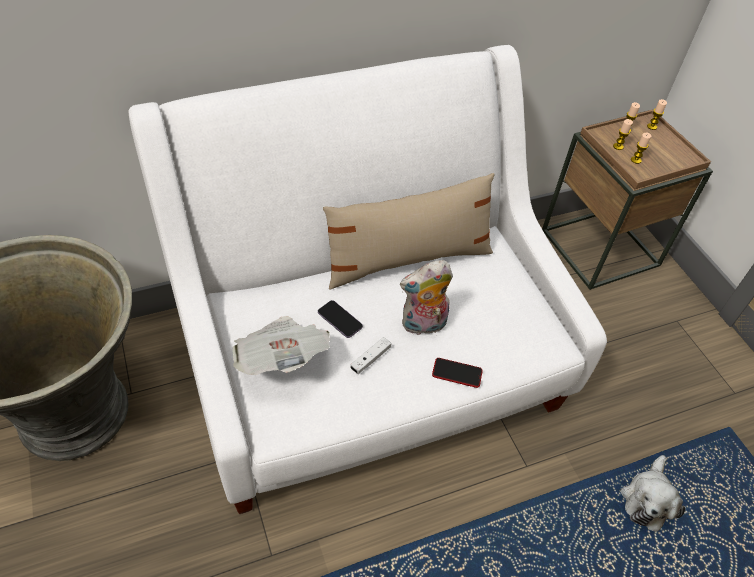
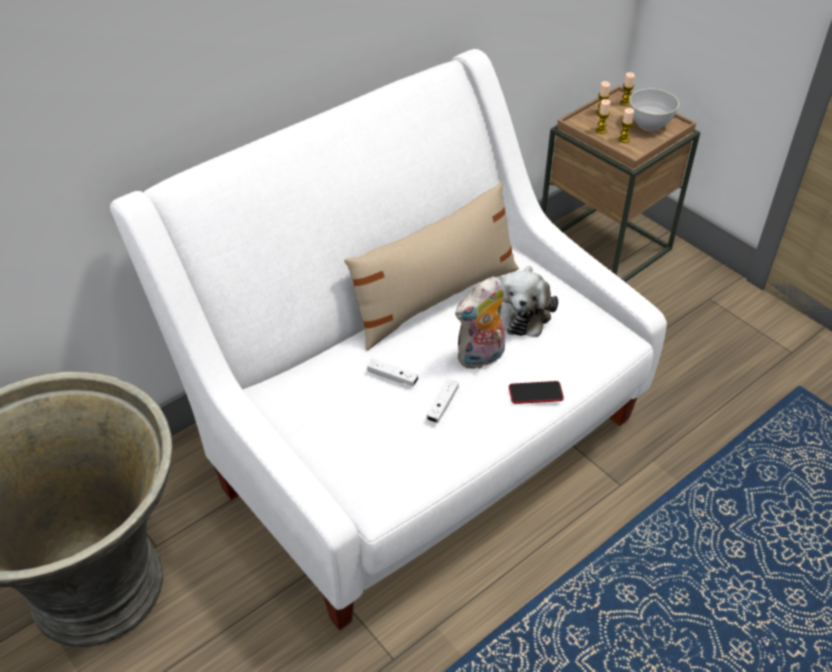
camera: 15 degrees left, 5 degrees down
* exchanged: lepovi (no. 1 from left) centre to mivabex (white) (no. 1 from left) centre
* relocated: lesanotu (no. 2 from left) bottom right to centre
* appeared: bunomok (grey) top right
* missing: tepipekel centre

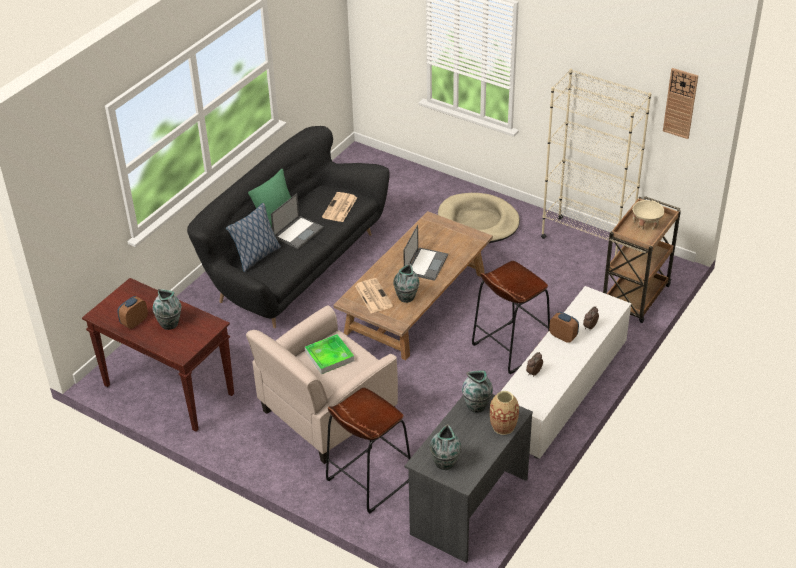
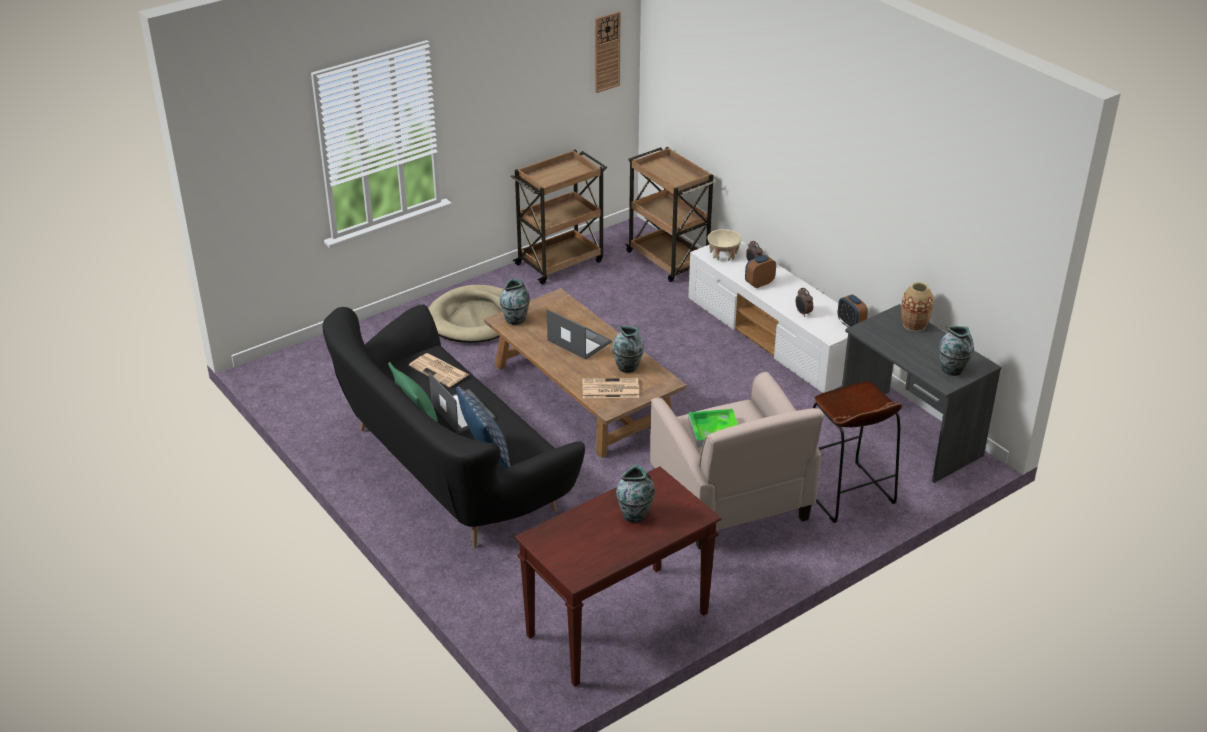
camera: 70 degrees left, 5 degrees down
* relocated: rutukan (no. 4 from left in the first image) bottom centre to rutukan (no. 1 from left) centre
* exchanged: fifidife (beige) top right to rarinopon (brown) (no. 1 from left) top centre
* relocated: bunomok (beige) middle right to centre
* relocated: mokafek (no. 1 from left in the first image) middle left to mokafek (no. 4 from left) middle right
* missing: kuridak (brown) (no. 2 from left) centre

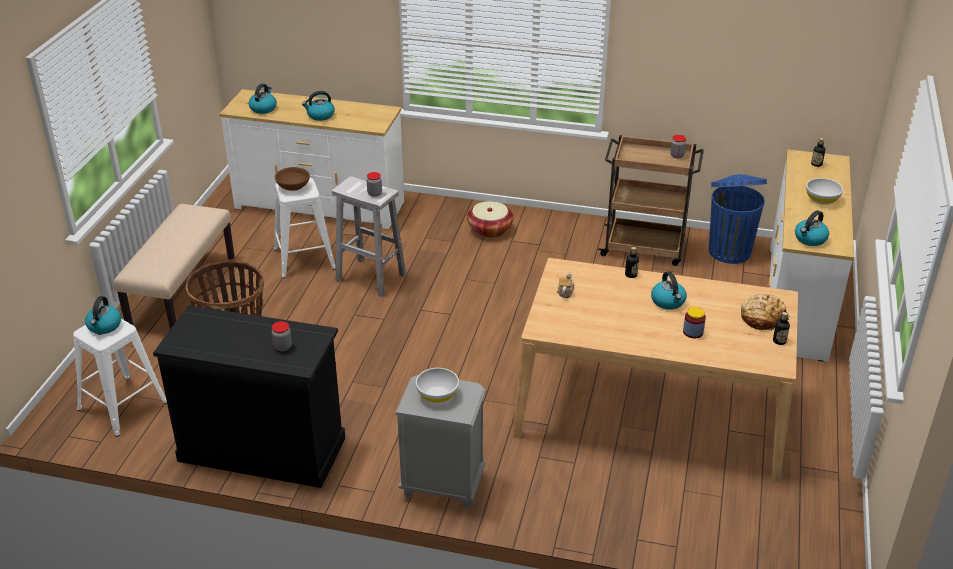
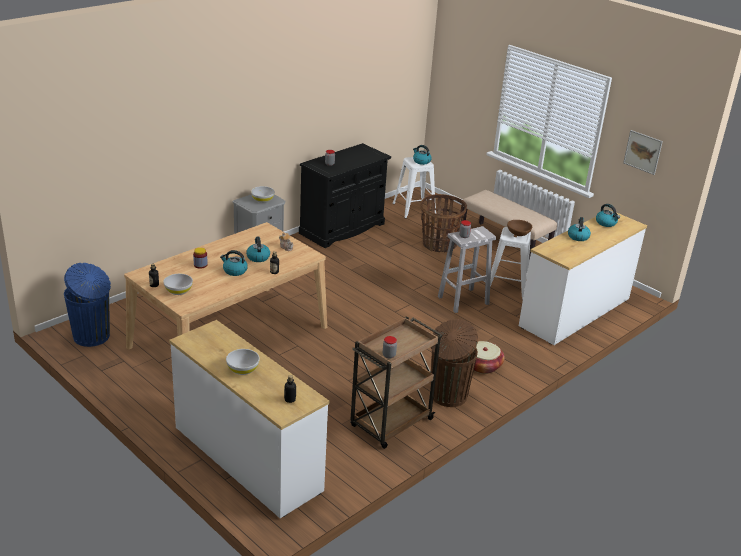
camera: 120 degrees right, 5 degrees down
* relocated: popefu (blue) middle right to middle left
* exchanged: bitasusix middle right to bunomok (white) (no. 1 from left) middle left
* relocated: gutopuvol (no. 5 from left in the first image) middle right to gutopuvol (no. 2 from left) centre
* appeared: popefu (brown) centre
* appeared: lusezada top right

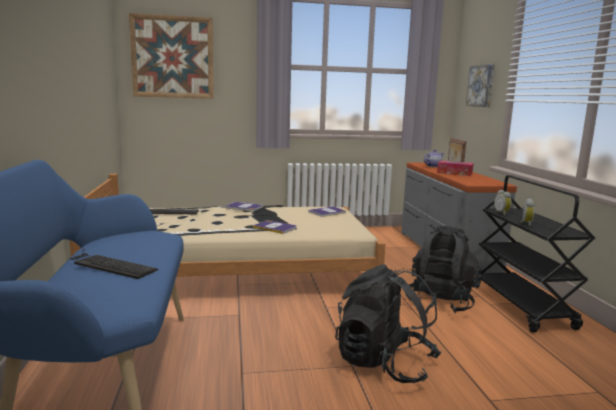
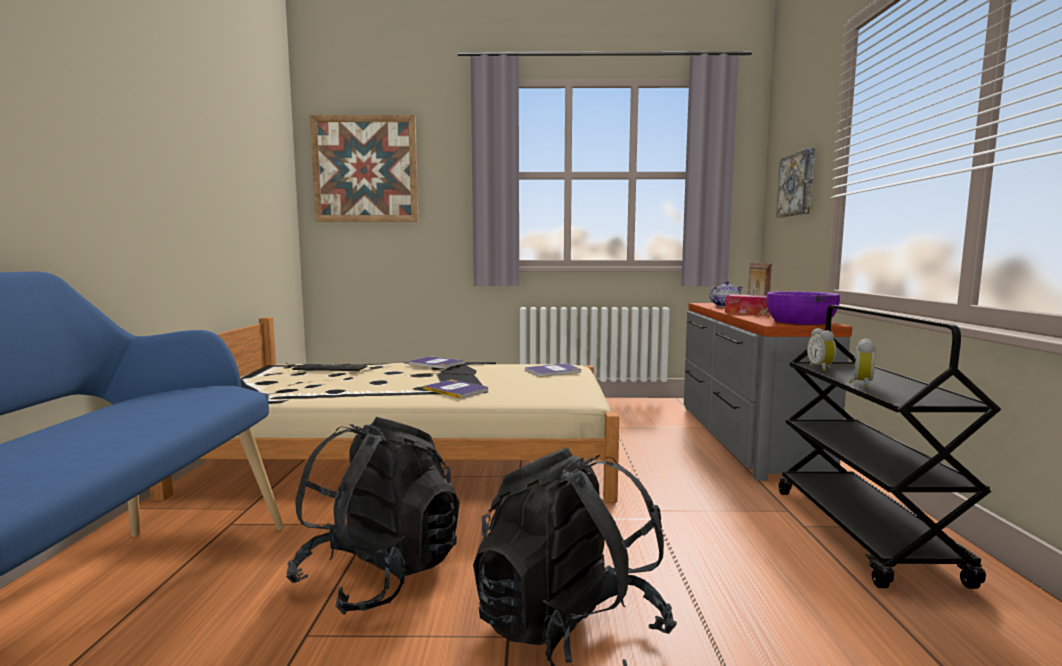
camera: 10 degrees right, 5 degrees down
* relocated: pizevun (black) (no. 2 from left in the first image) middle right to pizevun (black) (no. 1 from left) bottom centre
* appeared: bunomok (purple) middle right
* missing: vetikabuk (no. 1 from left) middle left

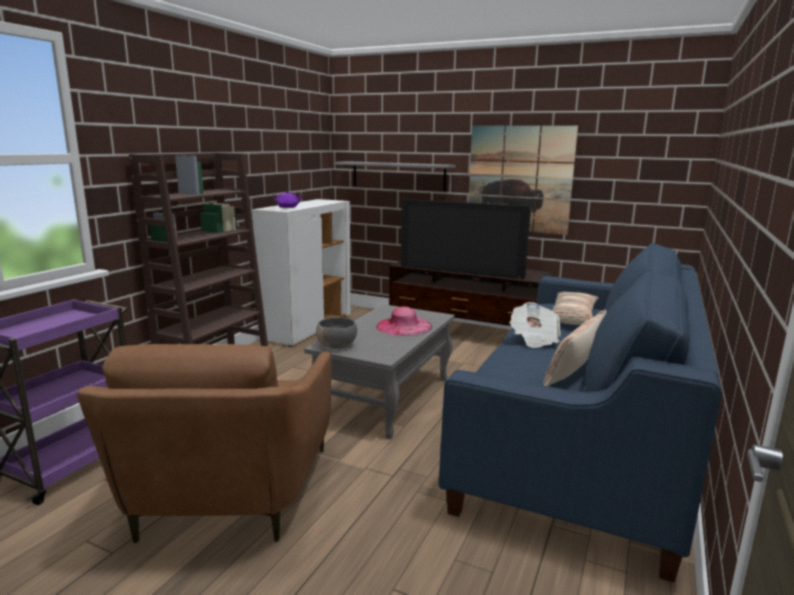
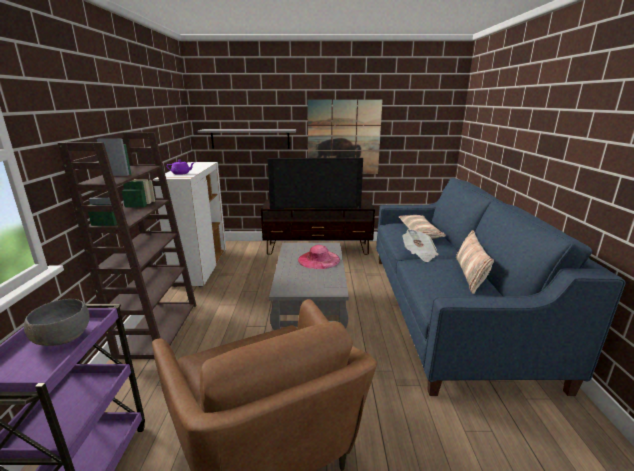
camera: 25 degrees left, 5 degrees up
* relocated: bunomok (grey) centre to bottom left

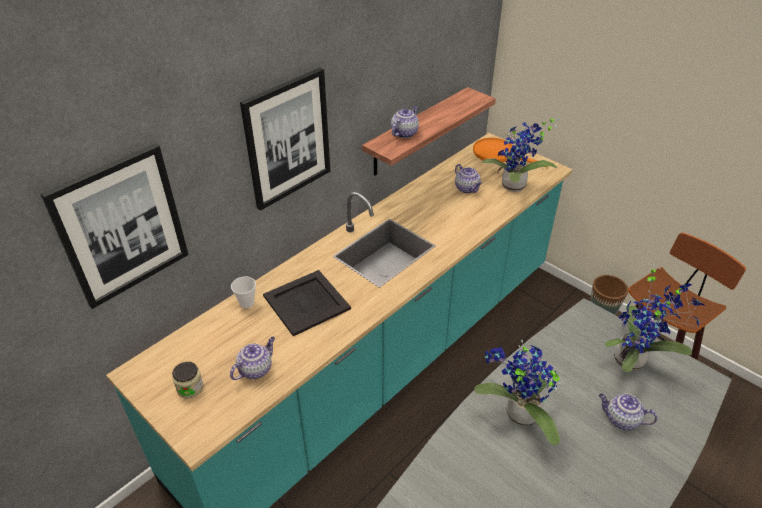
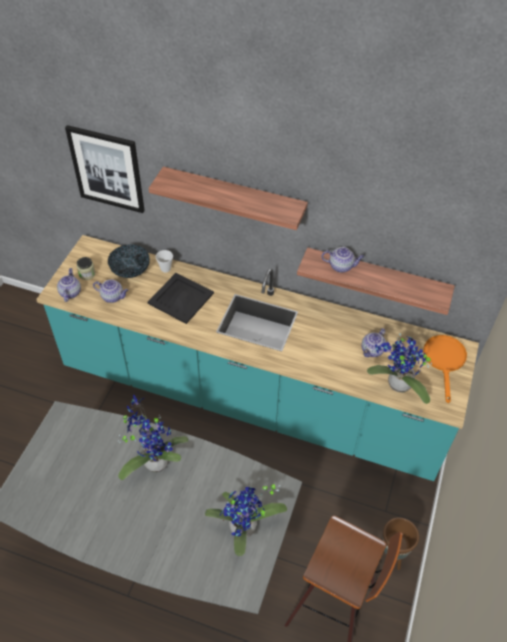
camera: 65 degrees right, 10 degrees up
* relocated: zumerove (no. 4 from left in the first image) bottom right to zumerove (no. 1 from left) middle left
* appeared: bunomok middle left
* exchanged: lusezada (no. 2 from left) top centre to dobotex (no. 1 from left) top centre

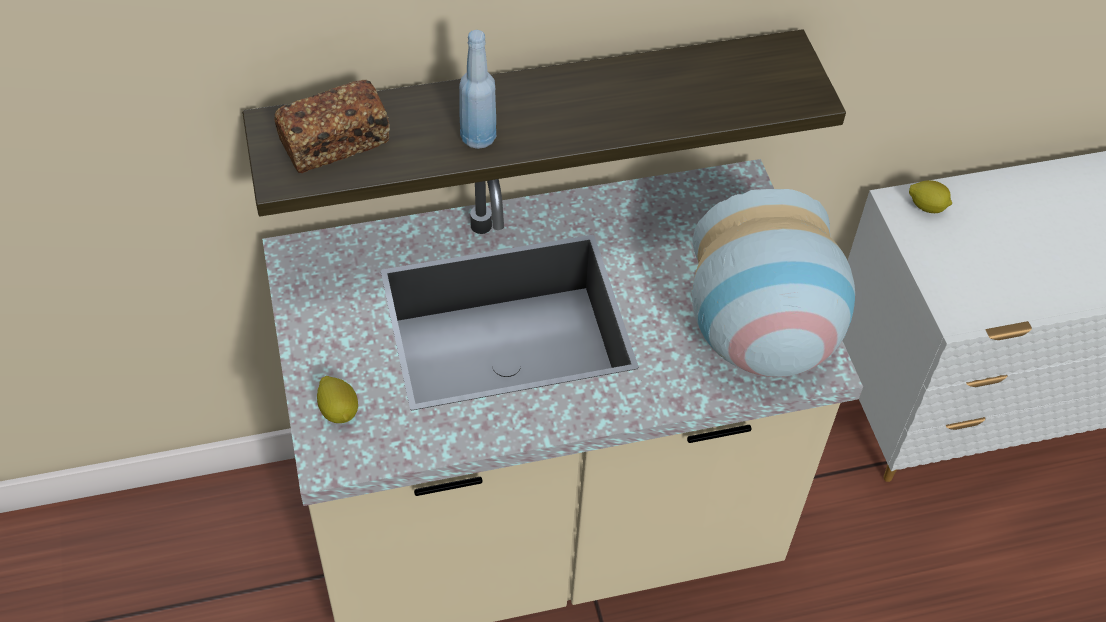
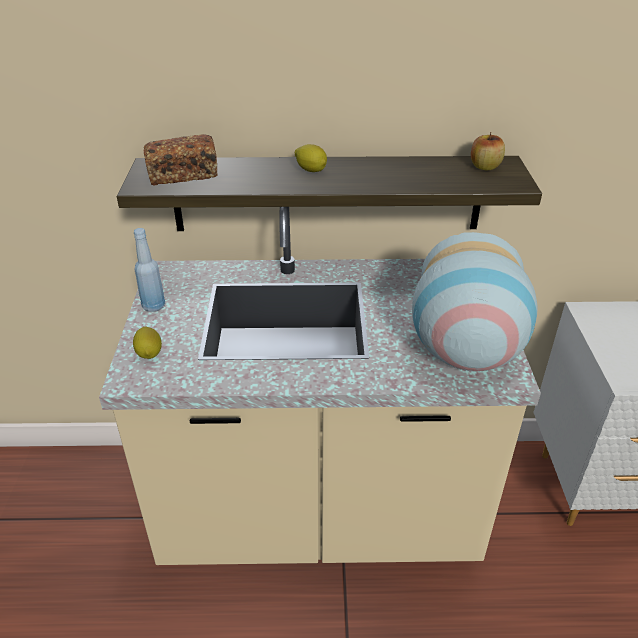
camera: 15 degrees right, 15 degrees down
* relocated: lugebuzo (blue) top centre to middle left
* relocated: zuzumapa (no. 2 from left) top right to top centre
* appeared: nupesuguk top right

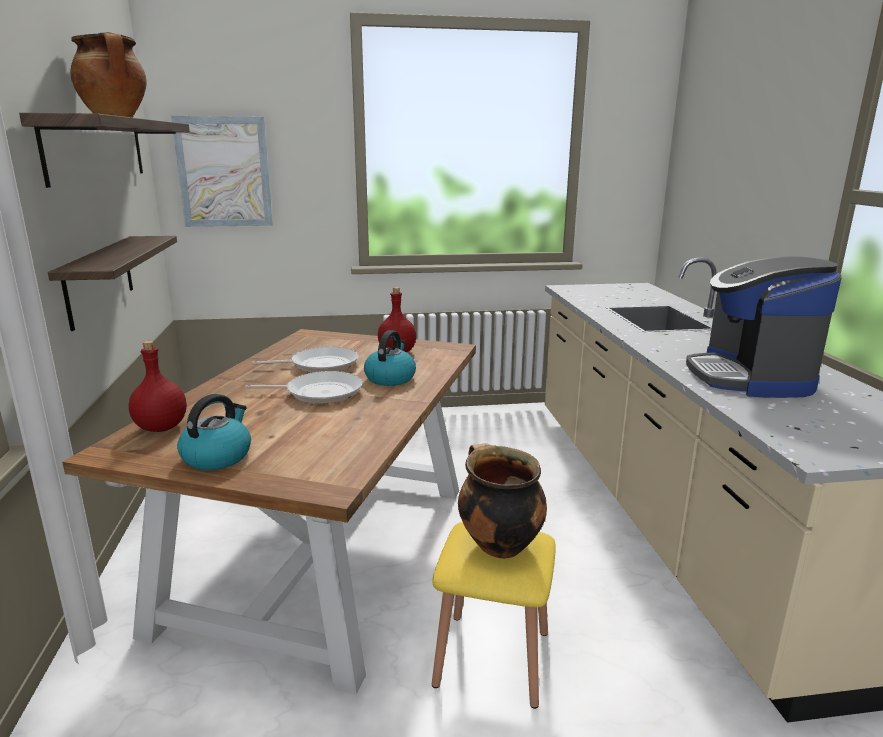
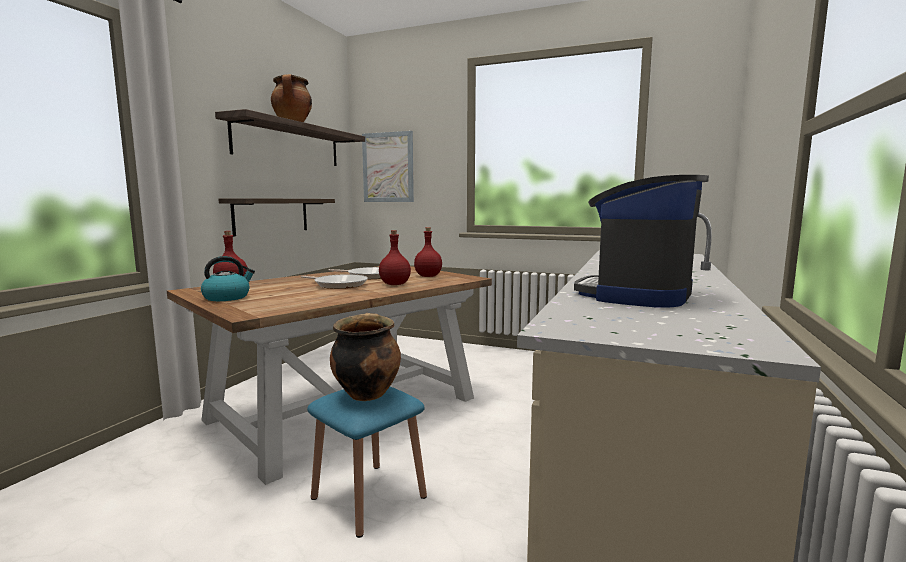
camera: 30 degrees right, 10 degrees down
* colour: kuridak (yellow) bottom centre to kuridak (blue) bottom centre
* exchanged: gutopuvol (no. 2 from left) centre to lugebuzo (red) (no. 2 from left) centre

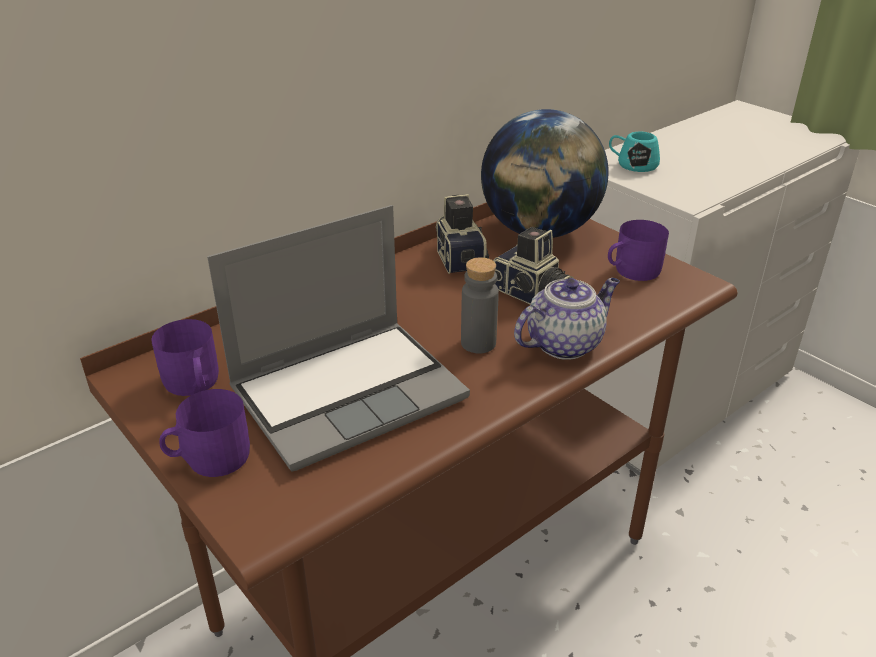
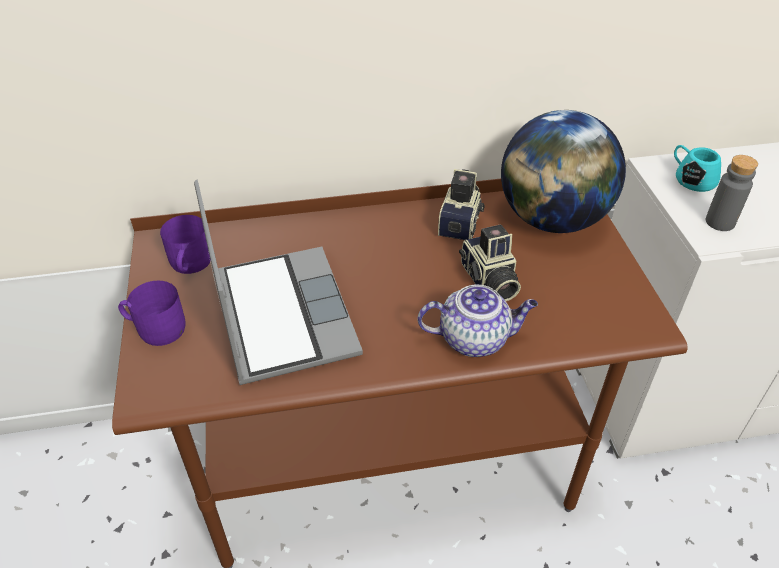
camera: 30 degrees right, 10 degrees up
* spun: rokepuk centre = centre 105 degrees counterclockwise
* relocated: lugebuzo (grey) centre to middle right
* missing: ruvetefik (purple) (no. 3 from left) middle right

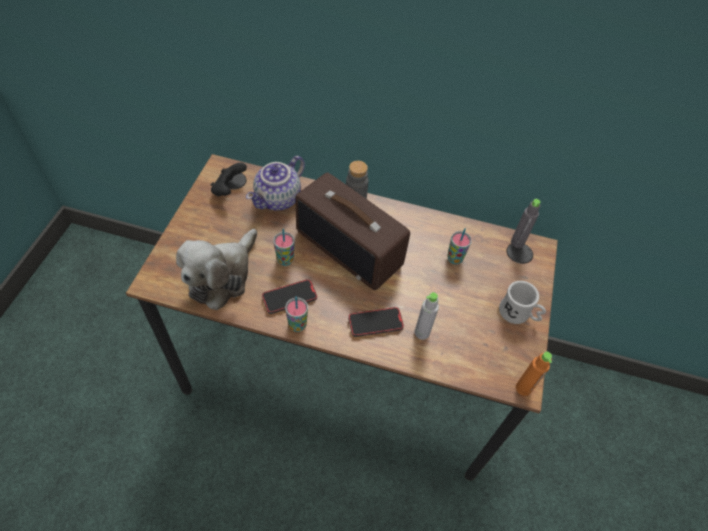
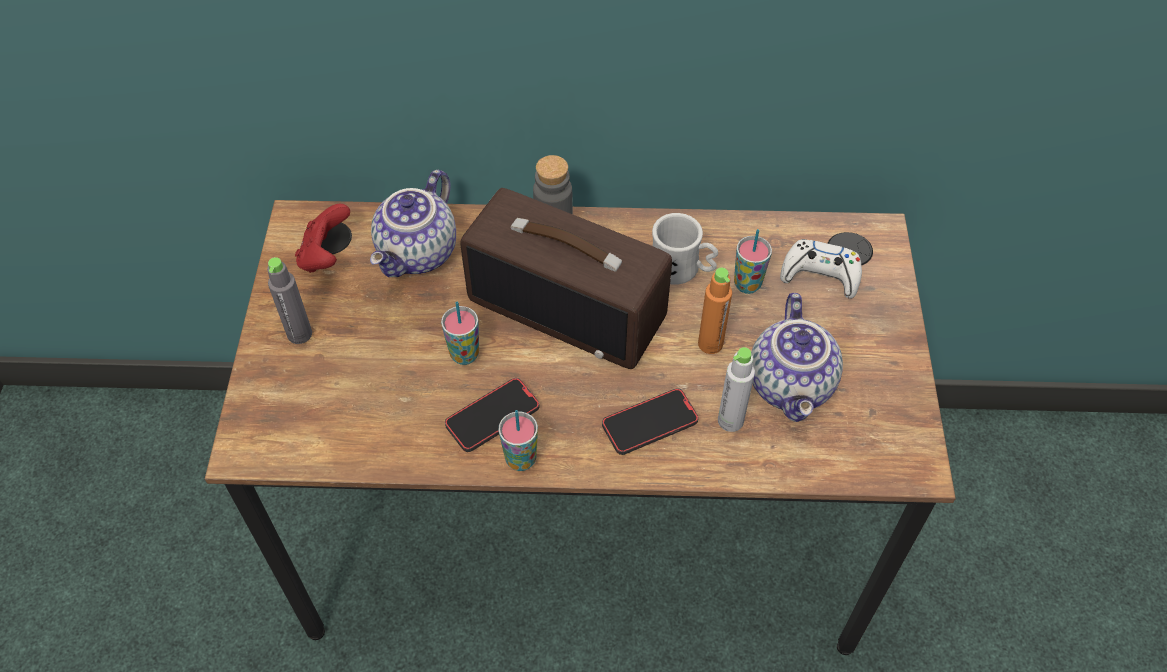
camera: 10 degrees left, 0 degrees up
* relocated: lugebuzo (grey) (no. 3 from left in the first image) middle right to lugebuzo (grey) (no. 1 from left) middle left
* colour: mivabex (black) middle left to mivabex (red) middle left
* relocated: ruvetefik (white) middle right to centre
* relocated: lugebuzo (orange) bottom right to centre
* appeared: zumerove (no. 2 from left) middle right
* appeared: mivabex (white) middle right
* missing: lesanotu middle left

